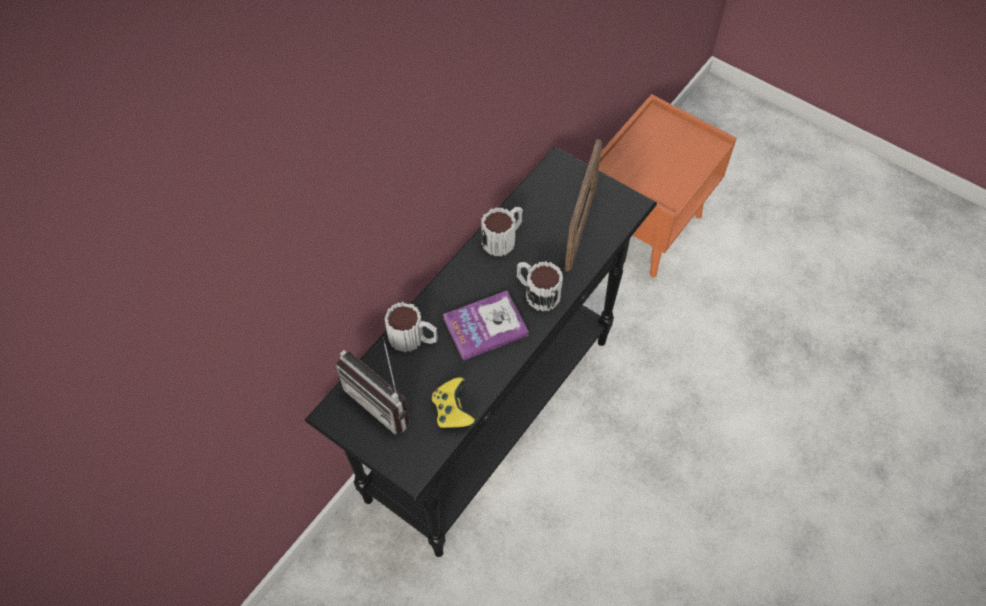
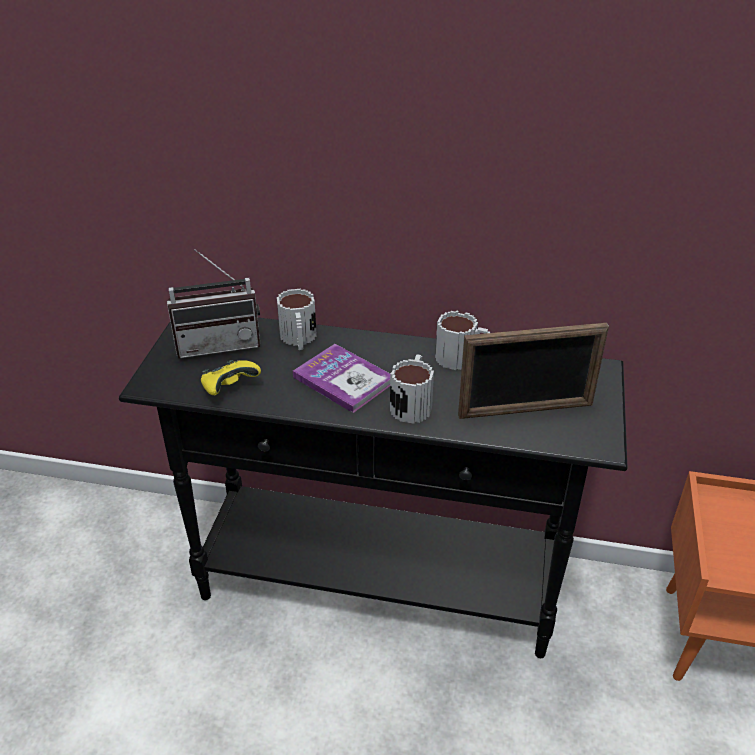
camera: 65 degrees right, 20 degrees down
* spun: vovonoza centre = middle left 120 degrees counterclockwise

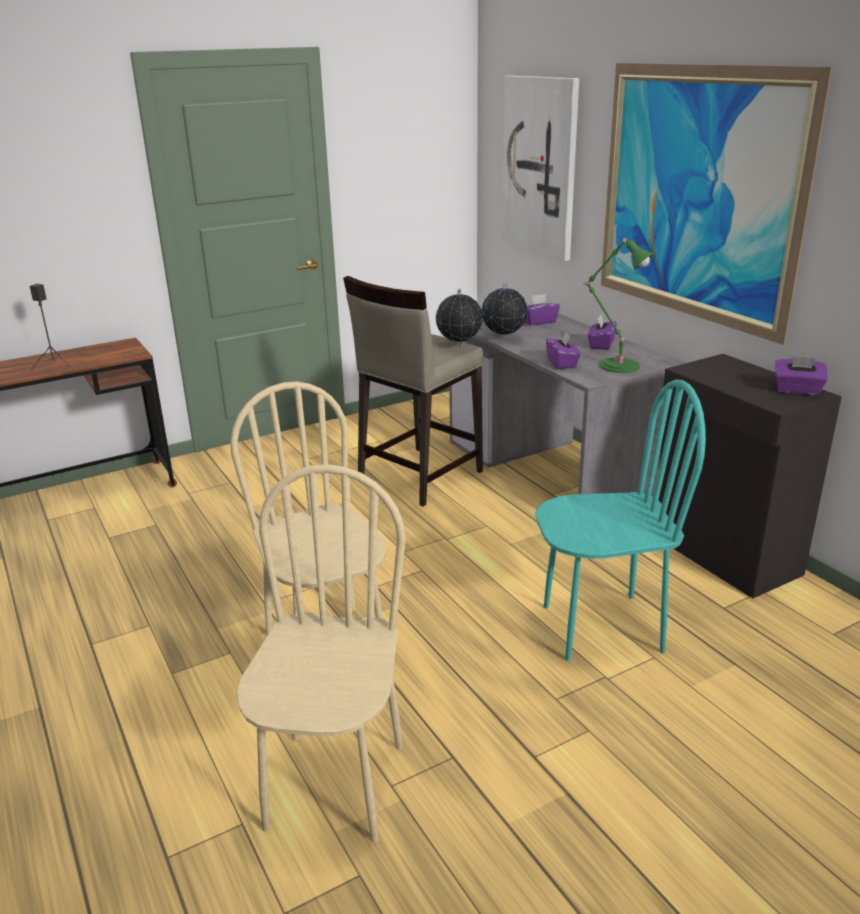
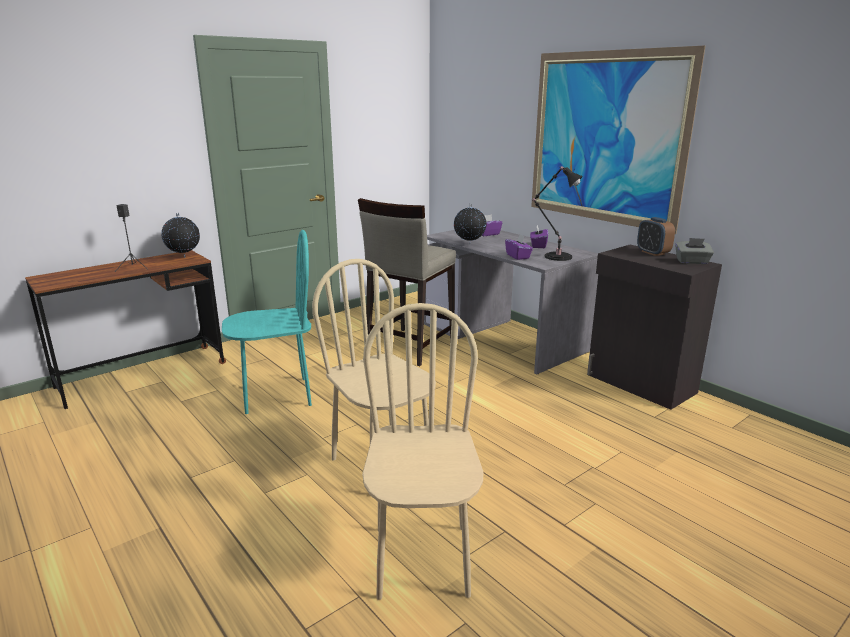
camera: 10 degrees left, 5 degrees down
* relocated: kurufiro (no. 1 from left) centre to middle left
* relocated: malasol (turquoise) middle right to middle left
* colour: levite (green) middle right to levite (black) centre
* appeared: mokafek middle right
* colour: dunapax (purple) (no. 4 from left) middle right to dunapax (grey) middle right
* missing: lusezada (no. 1 from left) top centre

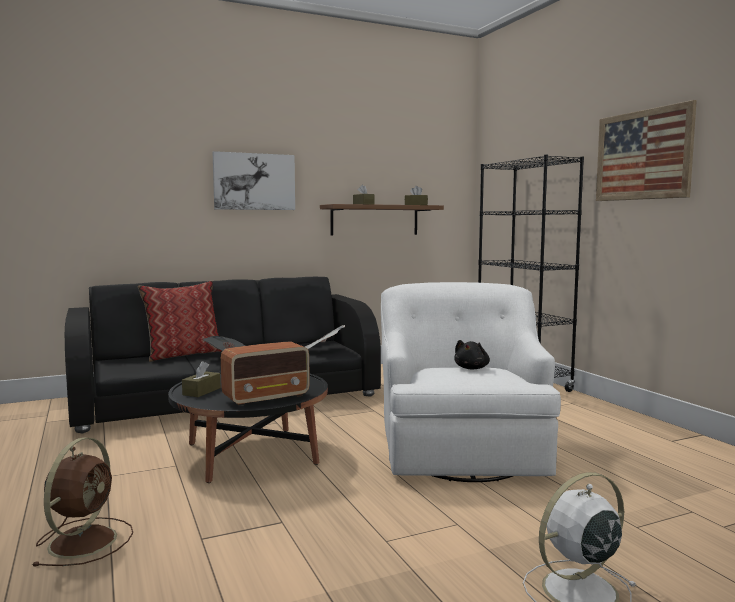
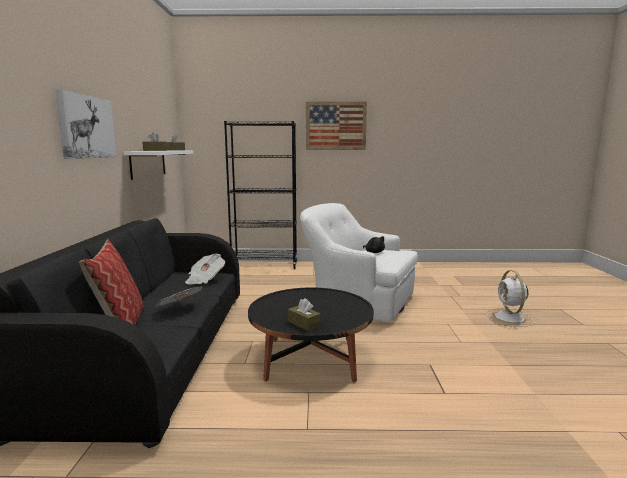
camera: 65 degrees left, 5 degrees up
* colour: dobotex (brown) centre to dobotex (white) middle left
* missing: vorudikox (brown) bottom left
* missing: vovonoza centre

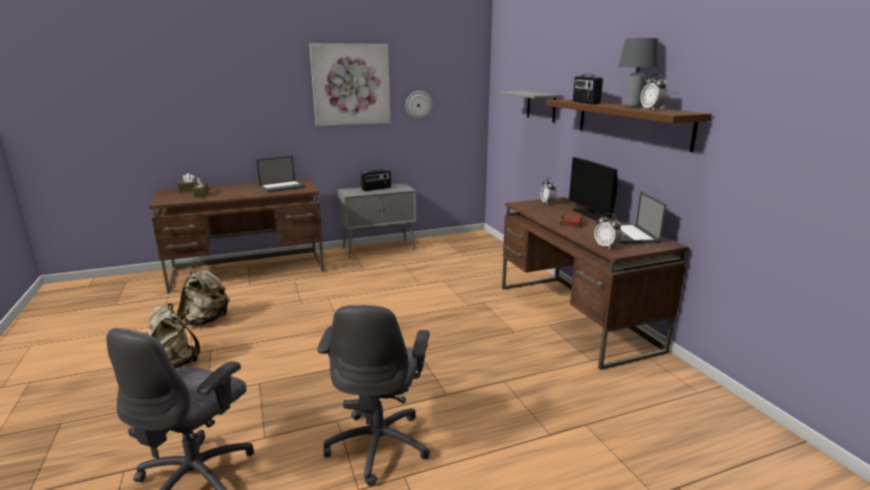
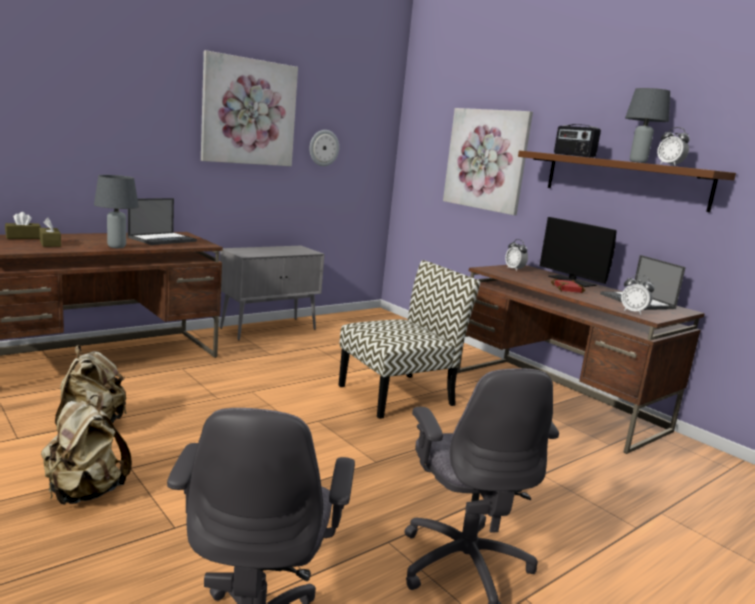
camera: 20 degrees left, 5 degrees down
* appeared: levite (grey) (no. 1 from left) middle left
* appeared: malasol centre
* exchanged: dobotex (grey) top centre to lusezada (no. 2 from left) top centre
* missing: vovonoza (no. 1 from left) centre

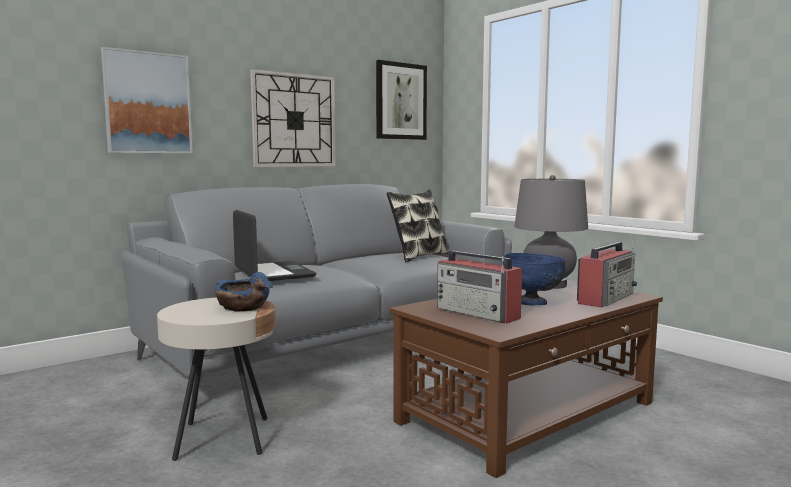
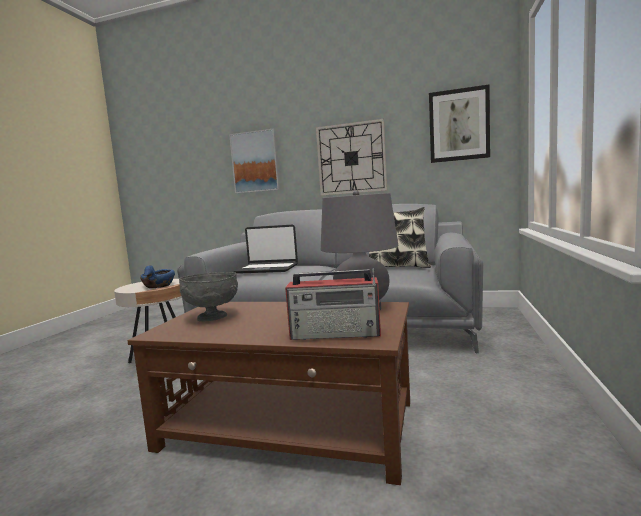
camera: 55 degrees right, 0 degrees up
* exchanged: vovonoza (no. 1 from left) centre to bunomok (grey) middle left
* spun: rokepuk centre = centre 75 degrees clockwise
* missing: bunomok (blue) (no. 2 from left) middle right

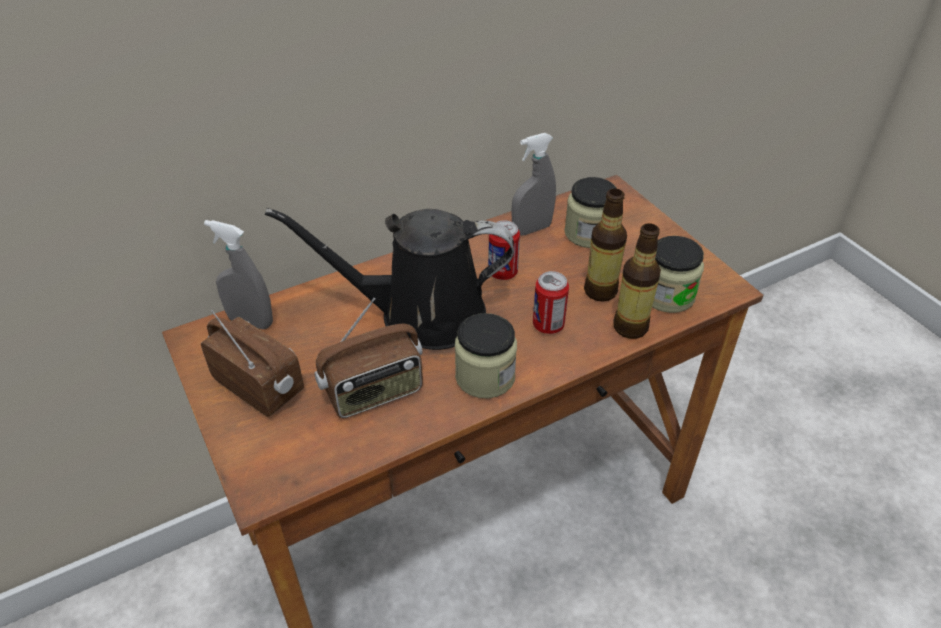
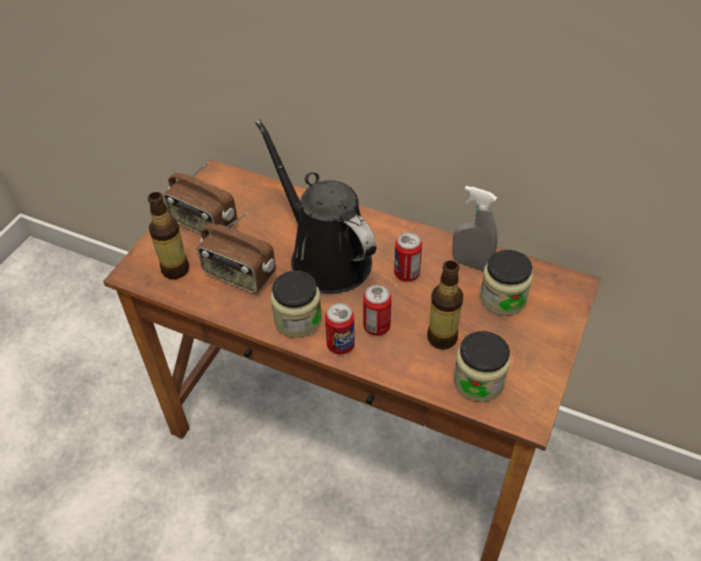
camera: 55 degrees right, 5 degrees up
* relocated: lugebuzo (no. 2 from left in the first image) middle right to lugebuzo (no. 1 from left) middle left
* spun: vovonoza (no. 1 from left) middle left = middle left 120 degrees clockwise
* appeared: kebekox (no. 1 from left) centre
* missing: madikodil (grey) (no. 1 from left) middle left

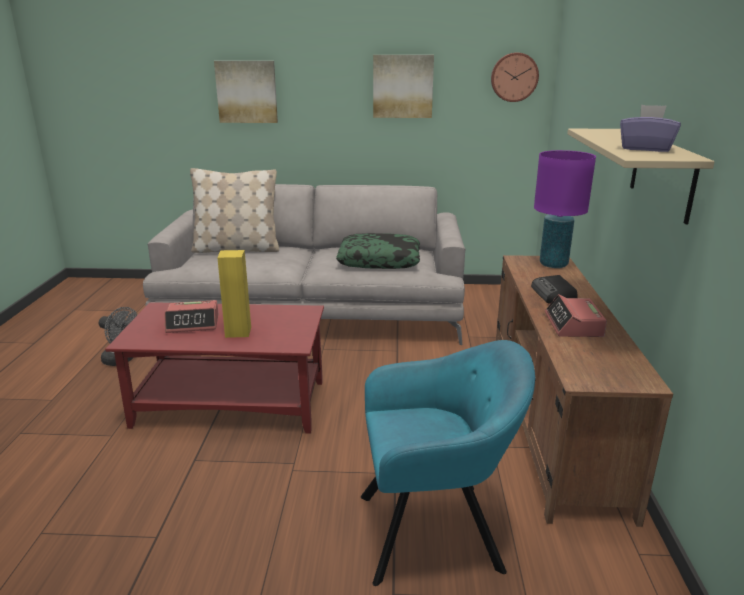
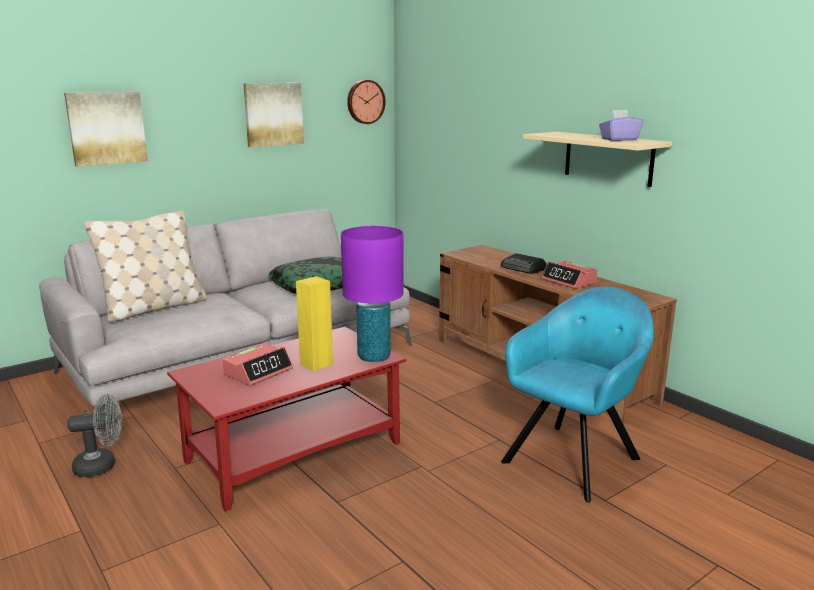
camera: 40 degrees left, 5 degrees down
* relocated: levite (purple) middle right to centre

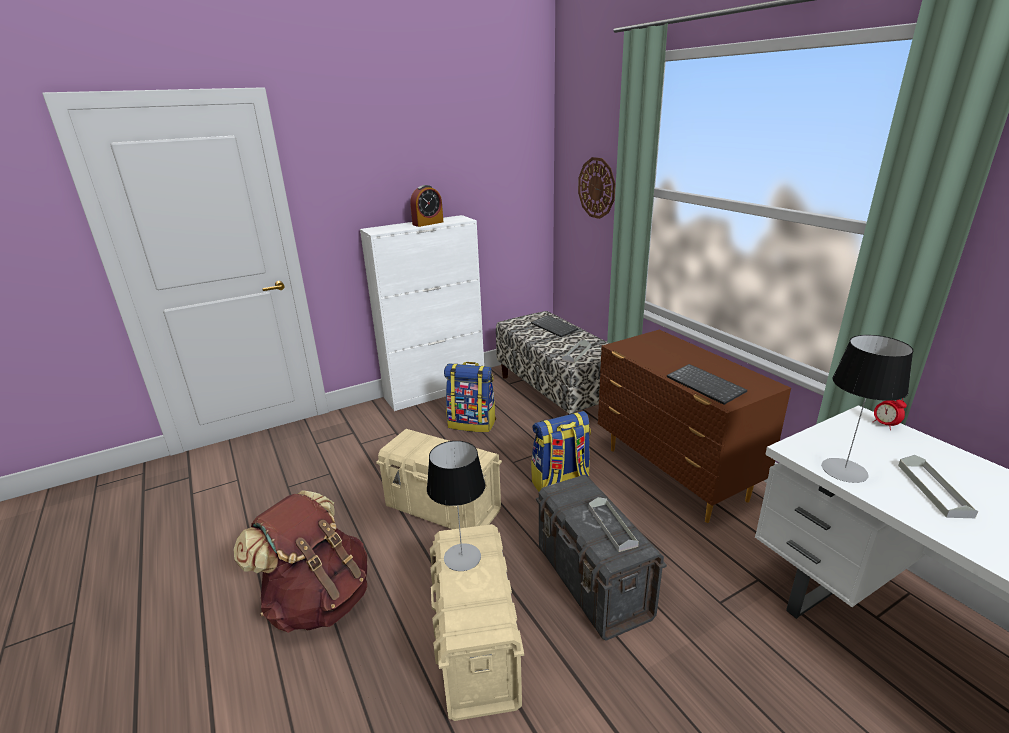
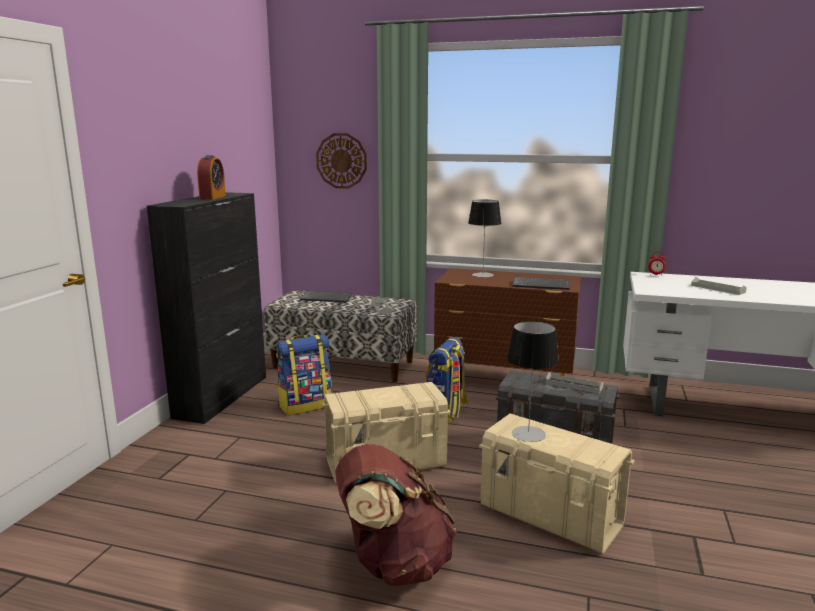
camera: 45 degrees left, 10 degrees down
* colour: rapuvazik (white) centre to rapuvazik (black) middle left
* relocated: levite (no. 2 from left in the first image) middle right to levite (no. 1 from left) centre

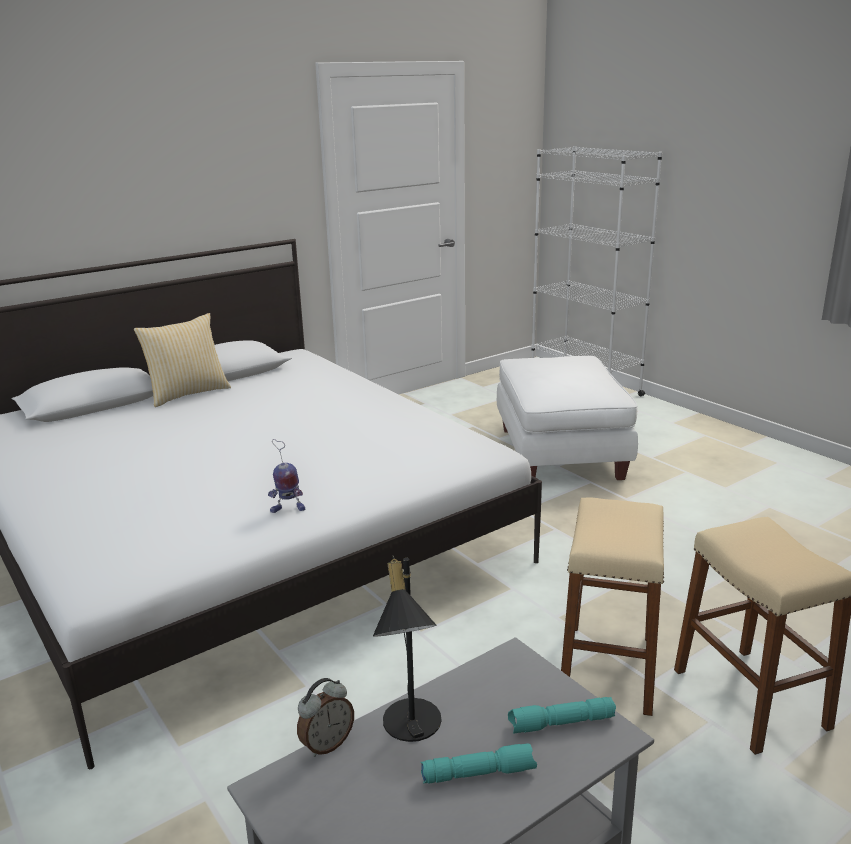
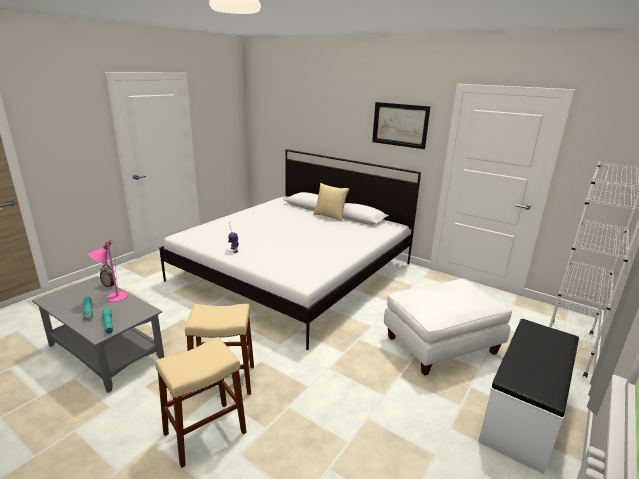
camera: 70 degrees right, 0 degrees up
* colour: levite (black) bottom centre to levite (pink) middle left
* appeared: lusezada top centre
* appeared: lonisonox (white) bottom right

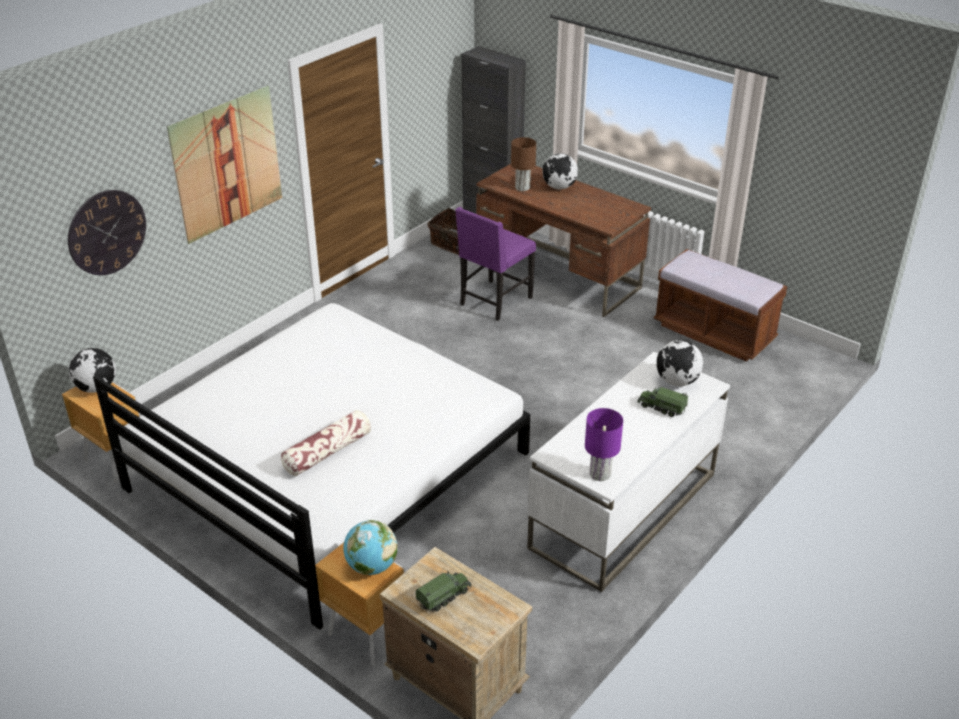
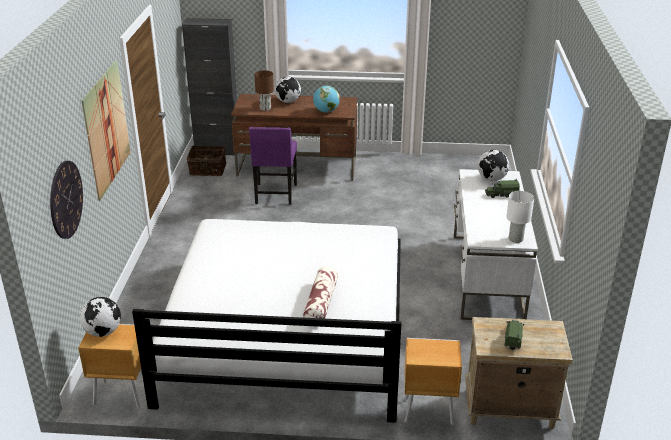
camera: 35 degrees left, 5 degrees down
* relocated: kurufiro (no. 2 from left in the first image) bottom centre to kurufiro (no. 3 from left) top centre
* colour: levite (purple) centre to levite (white) middle right
* missing: lonisonox (brown) middle right

